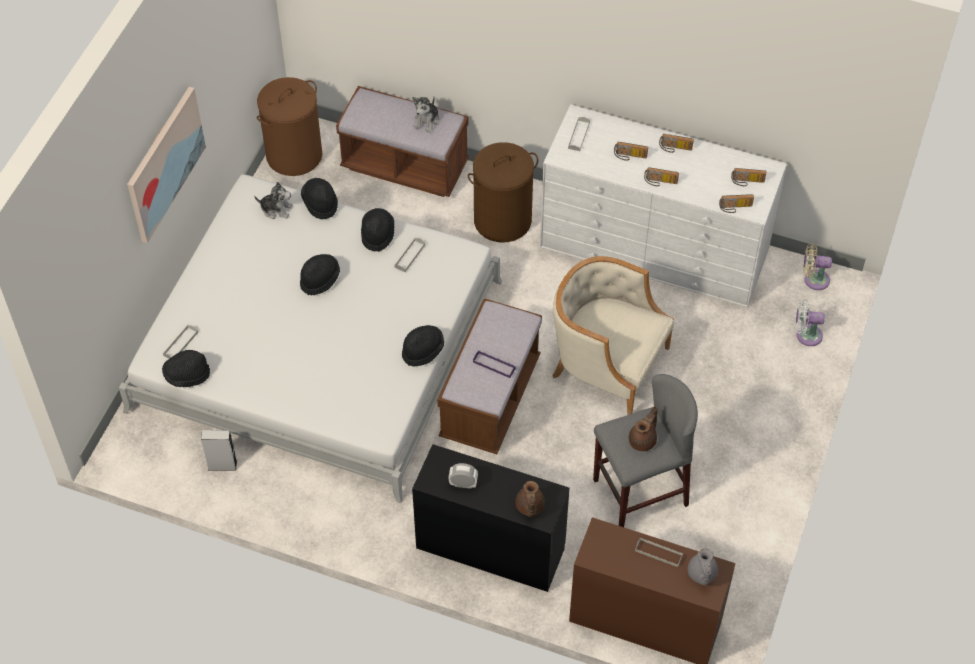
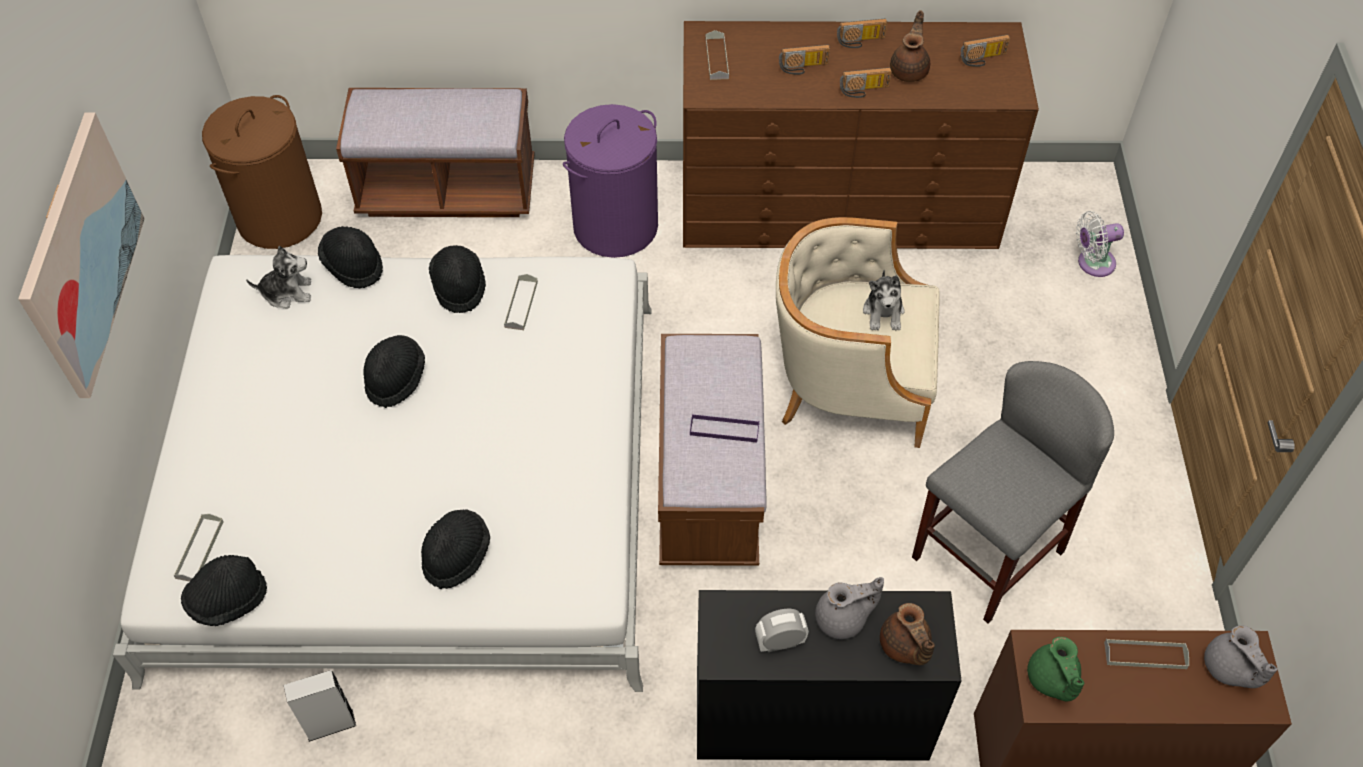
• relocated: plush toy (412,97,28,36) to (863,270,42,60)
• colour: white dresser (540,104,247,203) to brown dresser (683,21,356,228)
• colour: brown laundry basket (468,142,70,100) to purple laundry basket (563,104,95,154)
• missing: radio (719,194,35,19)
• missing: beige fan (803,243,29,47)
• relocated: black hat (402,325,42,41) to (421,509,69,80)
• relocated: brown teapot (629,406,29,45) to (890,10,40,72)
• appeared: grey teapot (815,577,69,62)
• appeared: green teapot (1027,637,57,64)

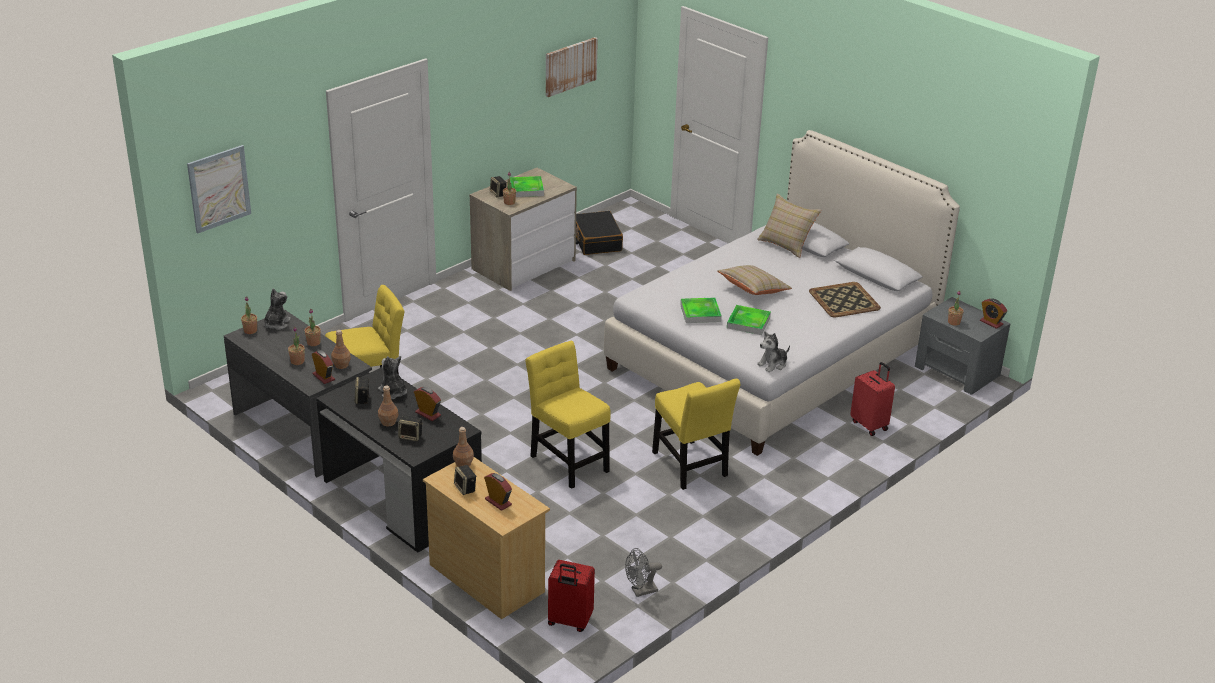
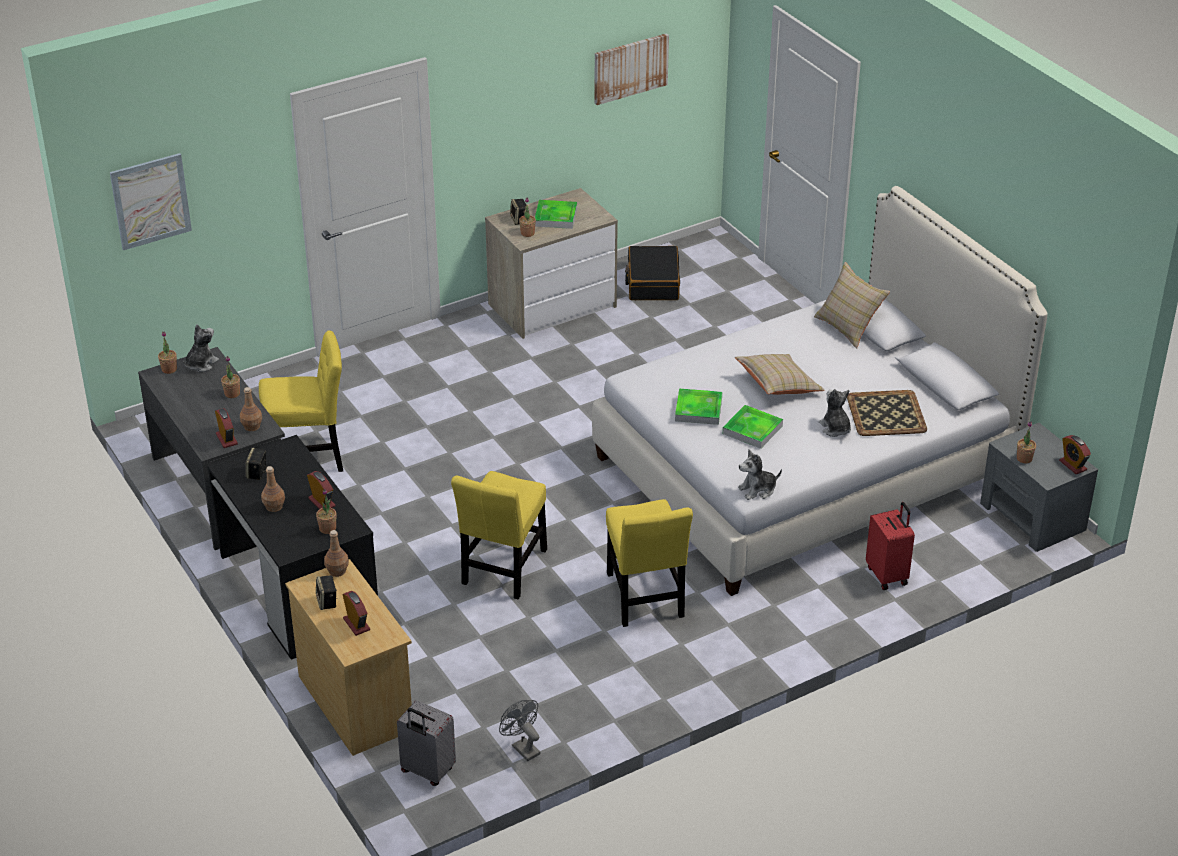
• relocated: potted plant (288,327,17,38) to (316,489,21,45)
• spun: yellow chair (525,341,86,148) = (451,471,96,128) 135 degrees counterclockwise
• relocated: plush toy (378,356,29,43) to (819,389,32,48)
• missing: speaker (398,415,25,26)
• spun: grey fan (625,548,37,49) = (499,700,42,61) 60 degrees clockwise
• colour: red suitcase (548,560,47,72) to grey suitcase (397,700,59,86)

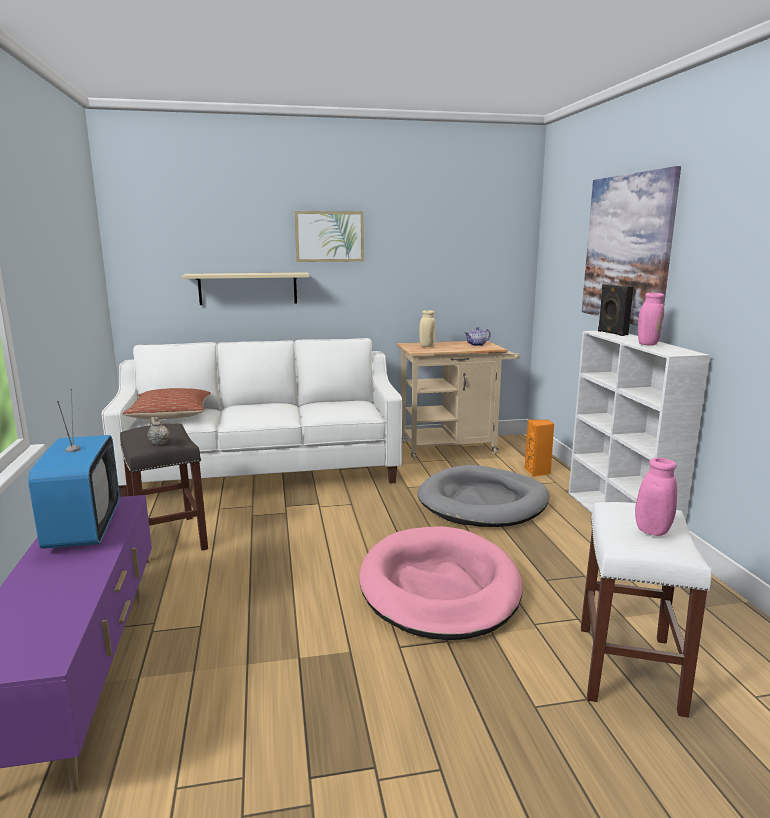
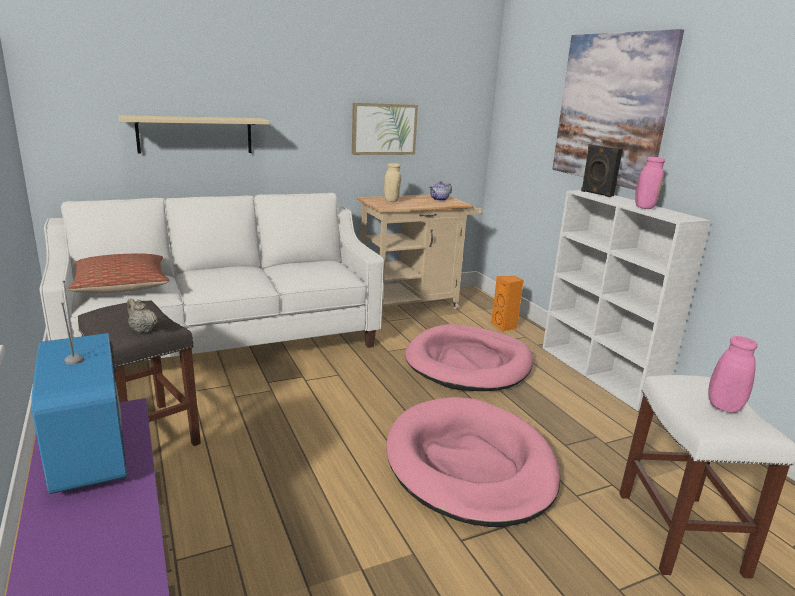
• relocated: picture (295,211,69,51) to (352,103,66,52)
• colour: grey dog bed (417,465,132,62) to pink dog bed (405,324,128,67)

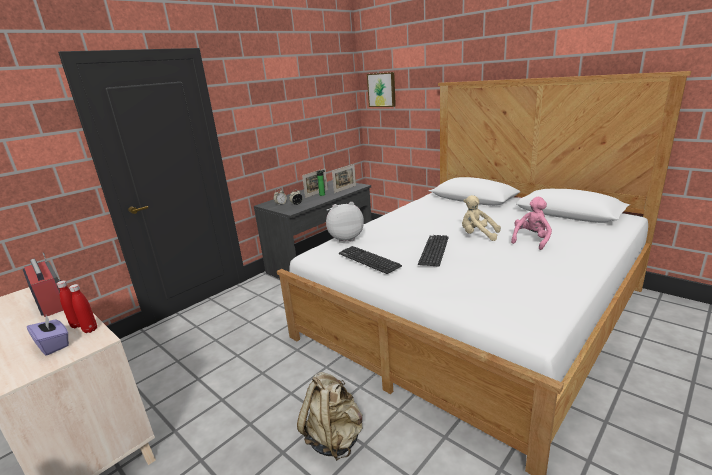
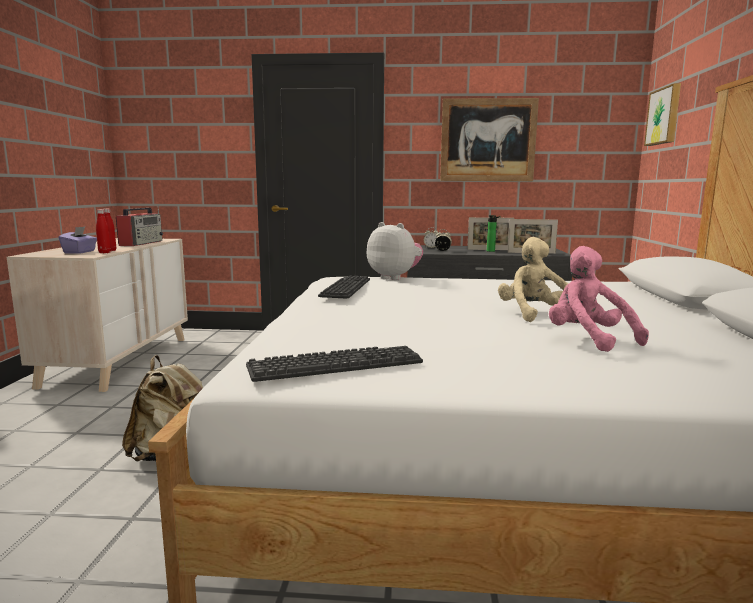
• spun: pink plush toy (511,196,41,54) = (549,246,100,106) 120 degrees counterclockwise
• relocated: keyboard (418,235,31,32) to (246,346,177,36)
• appeared: picture (440,98,99,83)

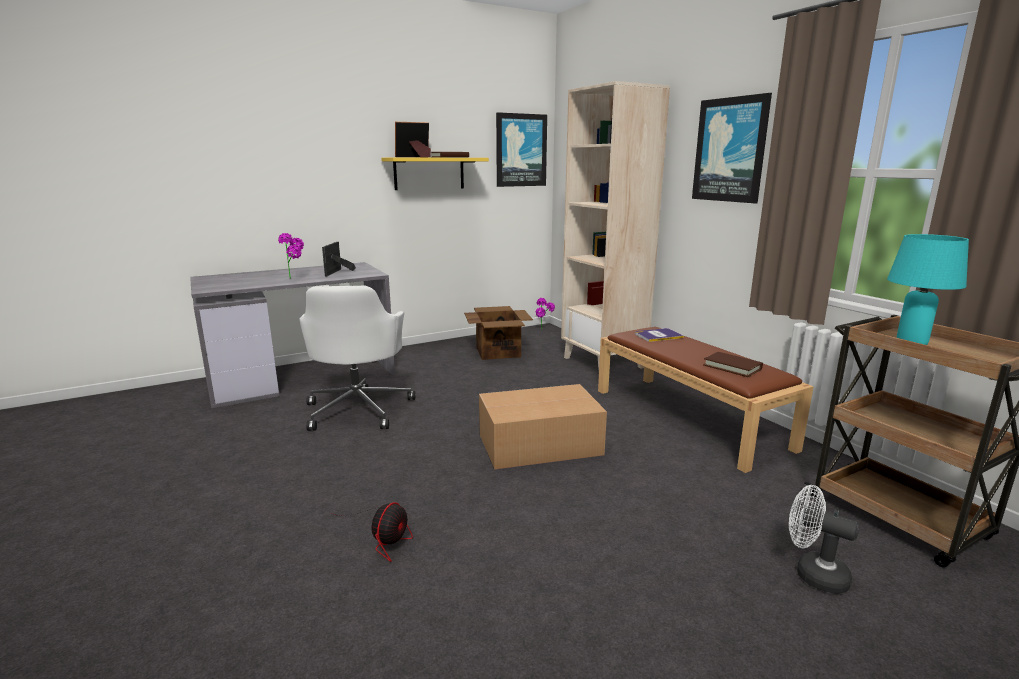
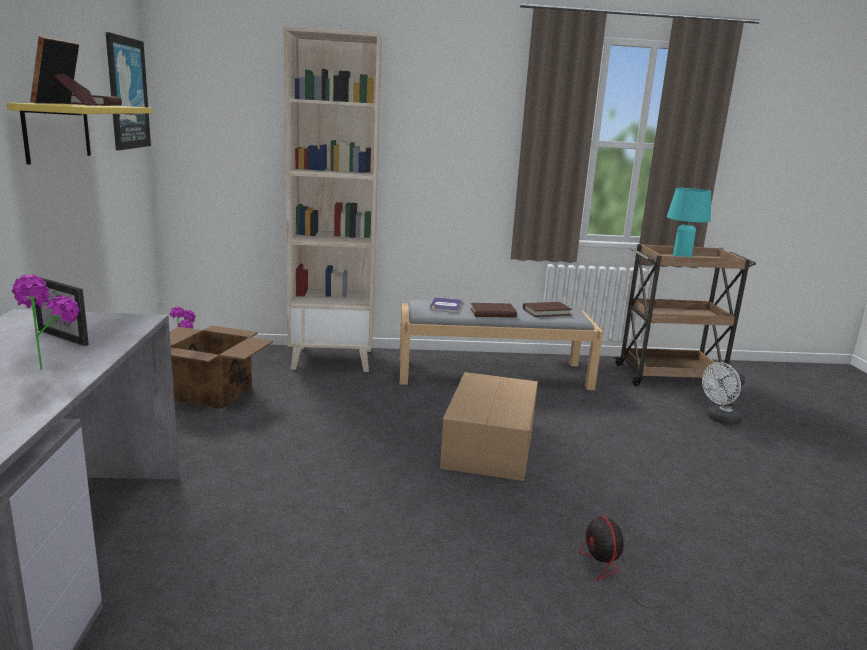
• missing: picture (692,93,80,111)
• missing: white office chair (300,286,115,145)
• colour: brown bench (598,327,216,146) to grey bench (399,300,204,90)
• spun: fan (330,502,83,60) = (579,516,127,92) 150 degrees counterclockwise
• appeared: brown book (470,303,47,15)

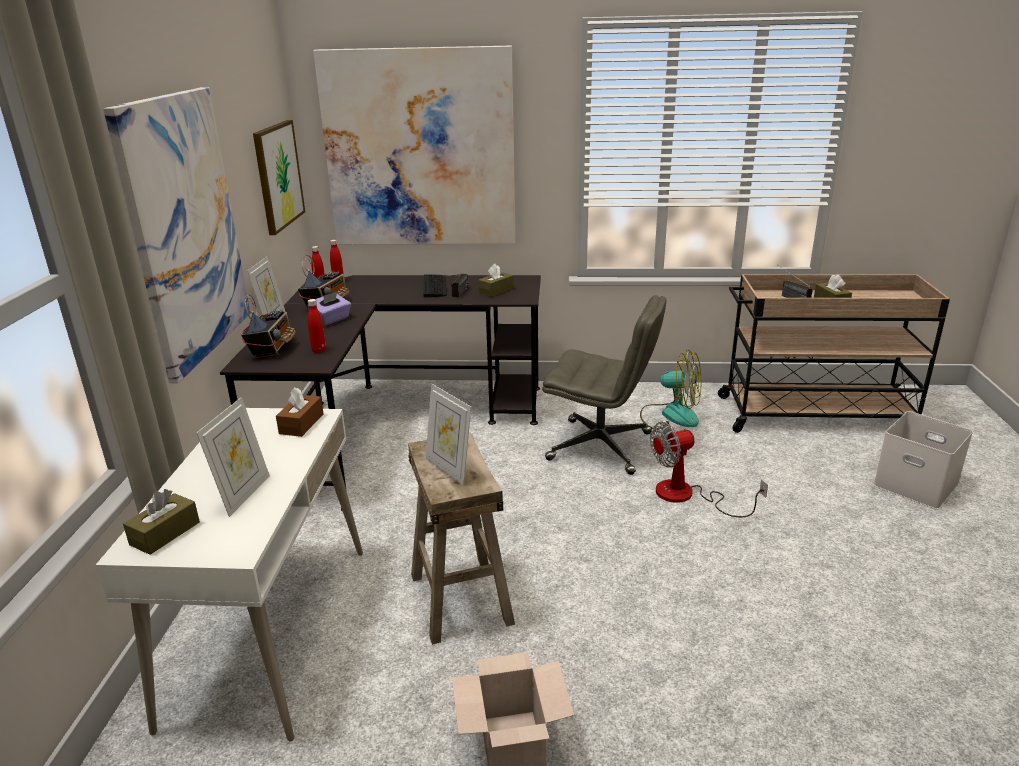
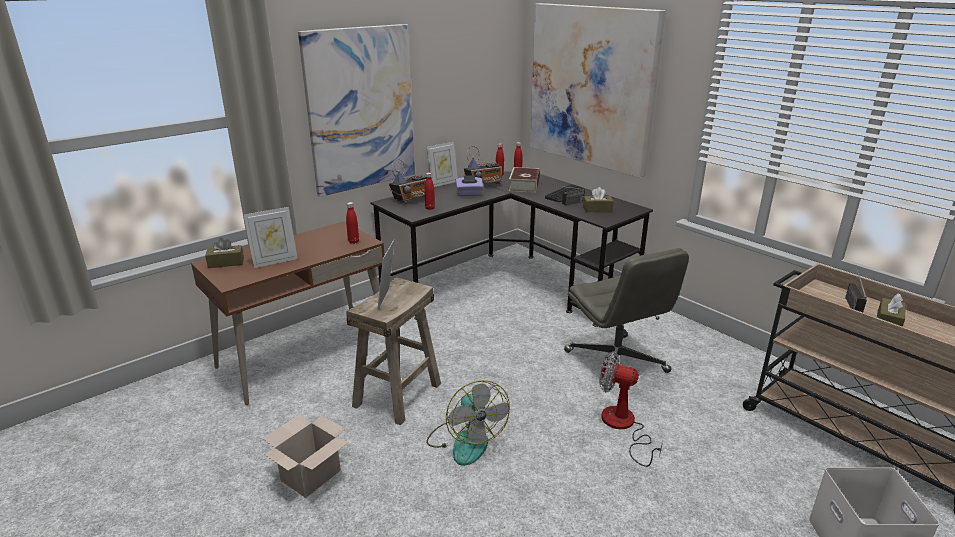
• missing: picture (253,120,52,115)
• relocated: fan (640,349,61,80) to (426,380,84,86)
• exchanged: brown tissue box (276,387,48,50) to red bottle (346,202,13,42)
• colour: white desk (96,408,267,334) to brown desk (191,221,193,184)
• appeared: book (509,167,31,26)

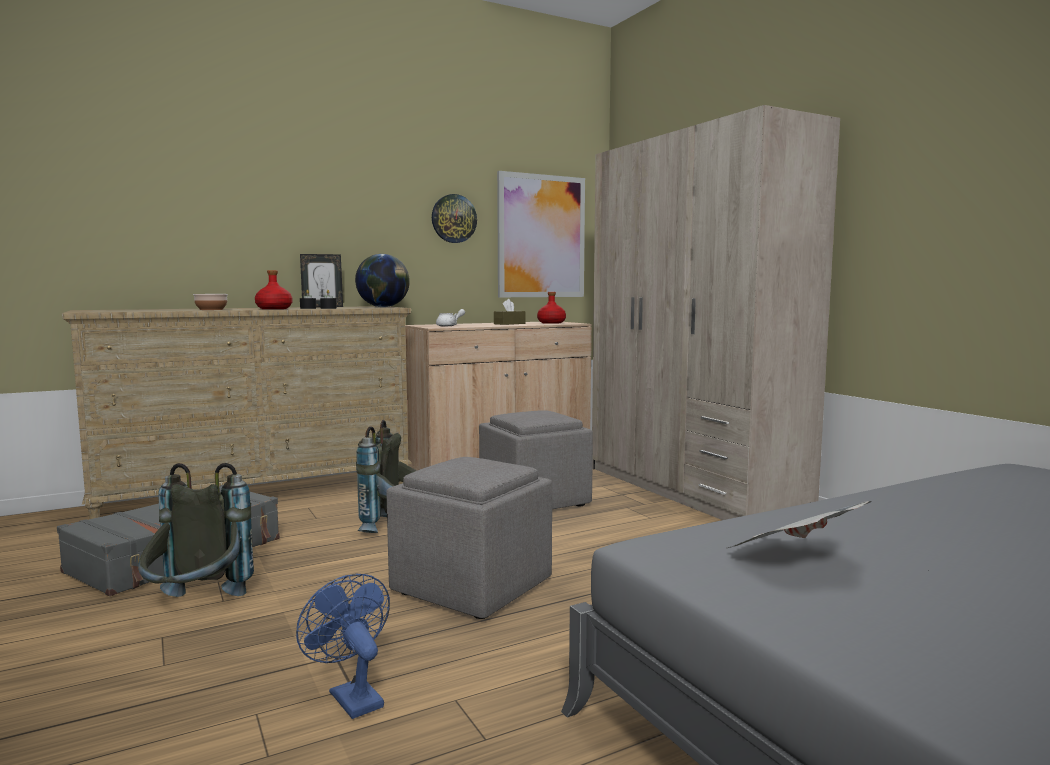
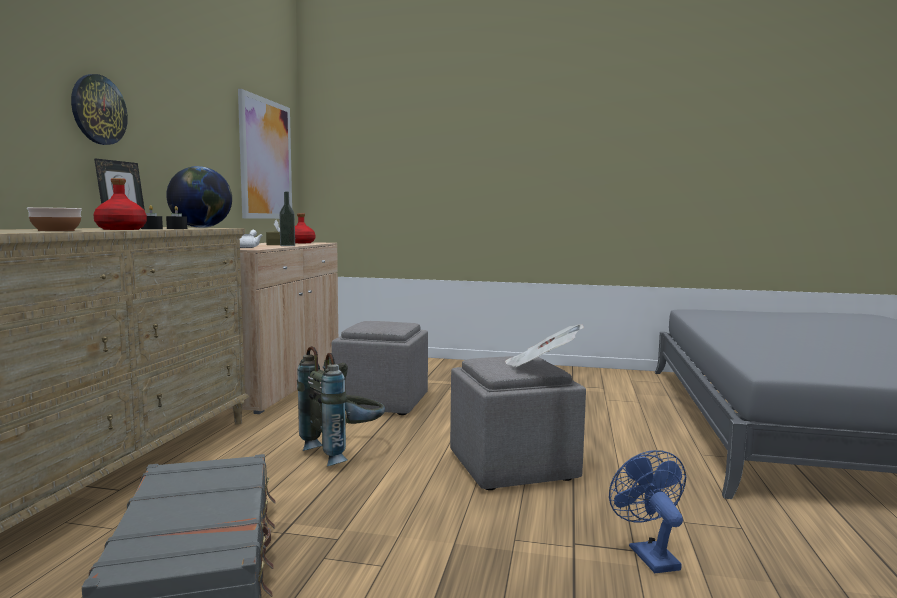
• missing: beige wardrobe (592,105,248,415)
• relocated: wall clock (432,194,45,49) to (71,74,57,71)
• missing: grey backpack (138,463,116,134)
• relocated: newspaper (728,501,144,47) to (505,324,79,43)
• spun: blue fan (296,574,94,145) = (609,450,77,123) 75 degrees clockwise
• appeared: bottle (279,192,16,54)

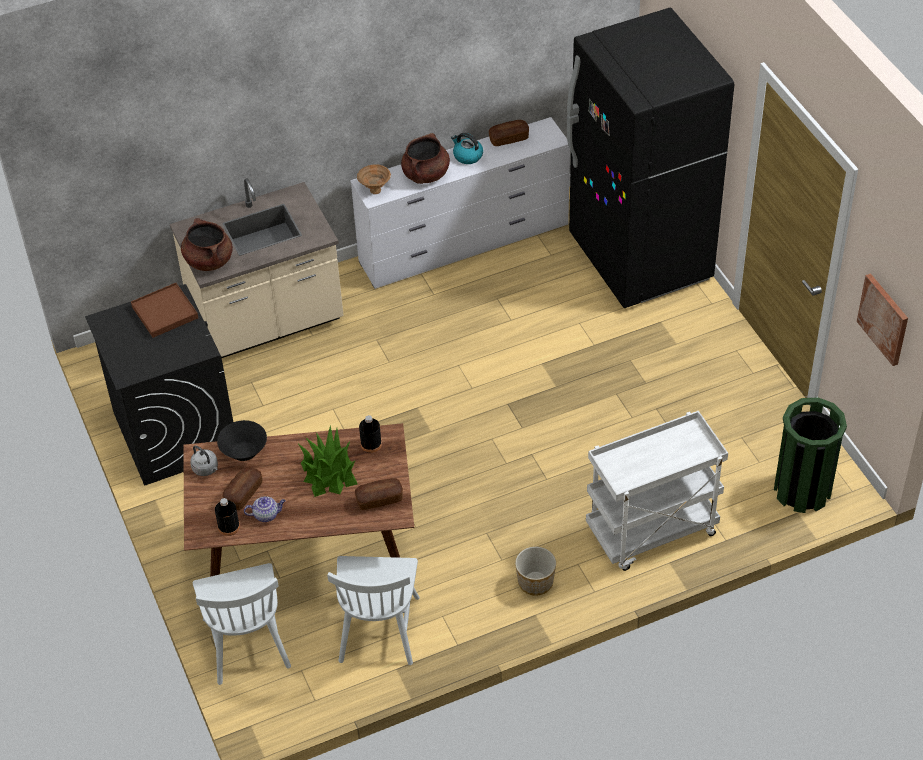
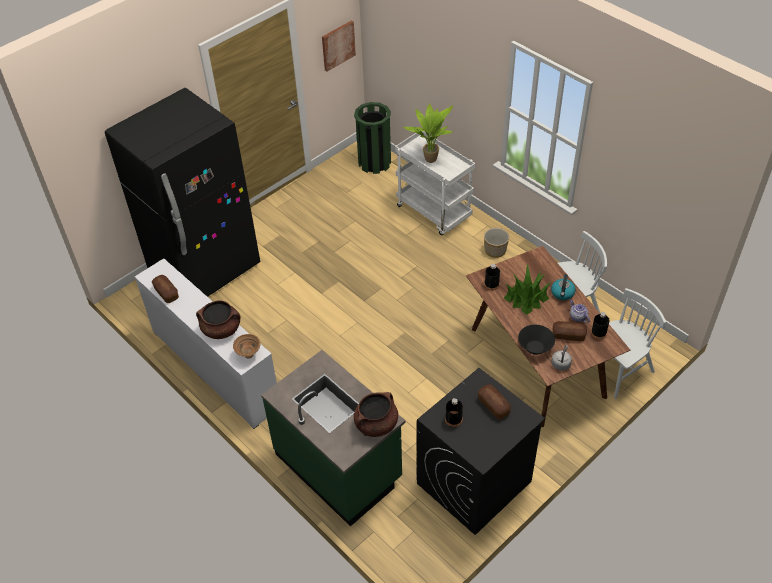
• relocated: kettle (451,133,32,31) to (551,274,25,26)
• colour: beige counter (170,178,174,180) to green counter (261,350,144,177)
• exchanged: brown tray (131,283,67,55) to black bottle (445,398,18,29)
• relocated: bread (355,478,48,32) to (478,384,33,36)
• appeared: potted plant (404,103,49,60)

